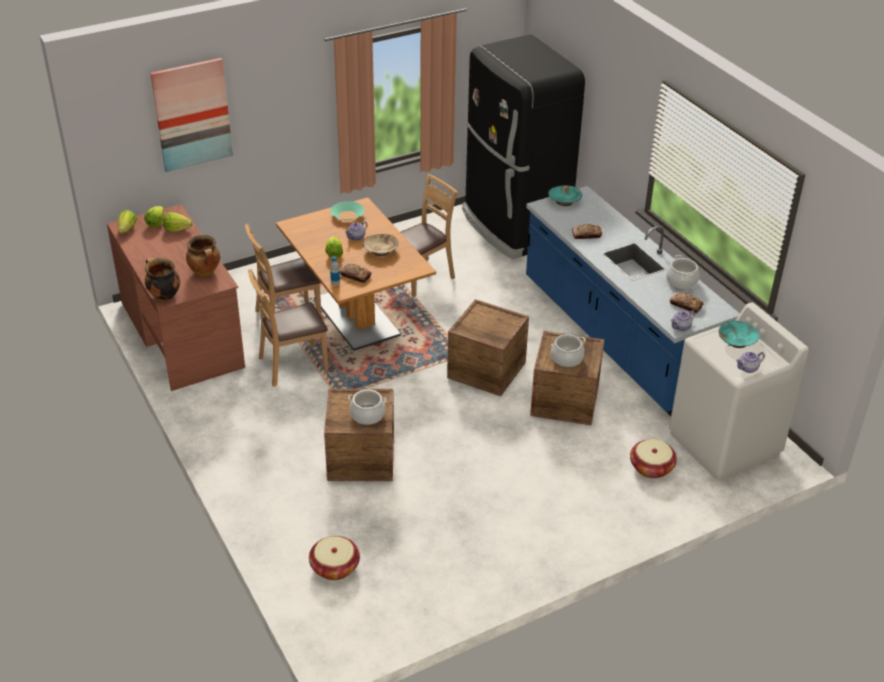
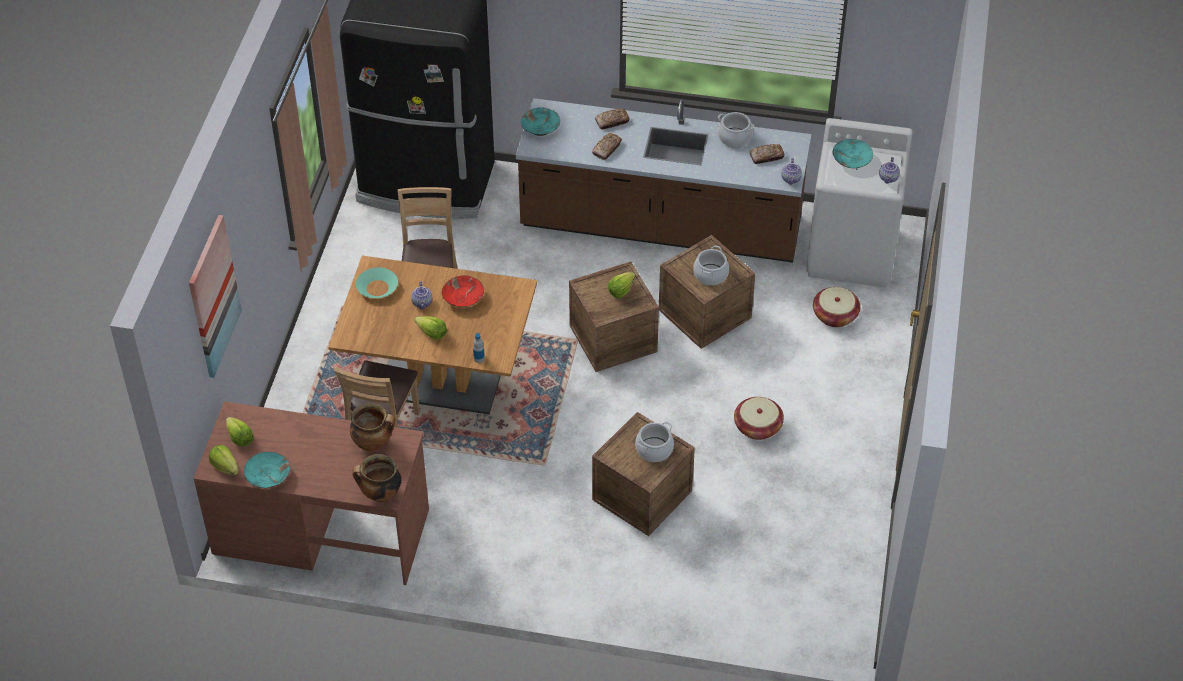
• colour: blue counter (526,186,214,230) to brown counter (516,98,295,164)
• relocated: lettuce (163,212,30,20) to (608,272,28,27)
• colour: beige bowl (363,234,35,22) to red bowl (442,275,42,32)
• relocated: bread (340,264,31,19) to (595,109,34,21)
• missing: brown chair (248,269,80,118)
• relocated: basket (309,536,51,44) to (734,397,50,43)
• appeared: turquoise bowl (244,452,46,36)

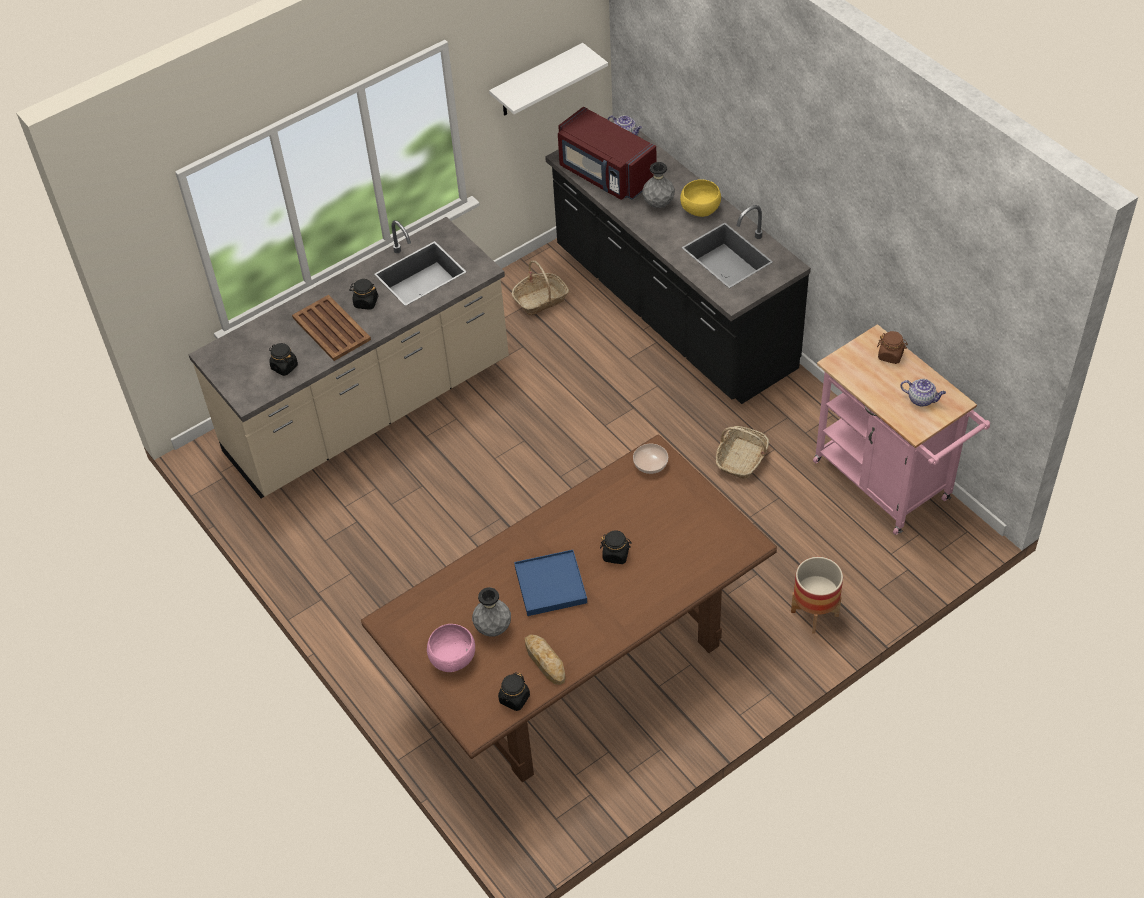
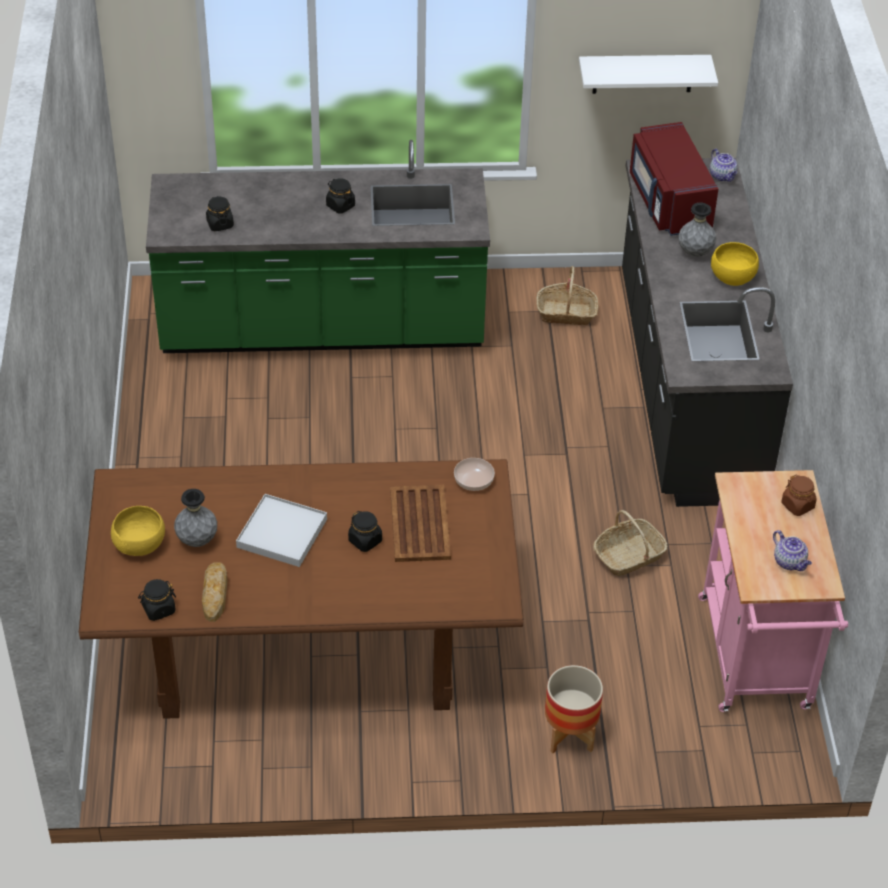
• colour: beige counter (188,217,321,281) to green counter (146,140,344,213)
• relocated: brown tray (292,295,79,66) to (390,485,61,77)
• colour: blue tray (514,550,73,66) to white tray (236,494,91,73)
• colour: pink bowl (427,624,48,48) to yellow bowl (111,506,54,50)

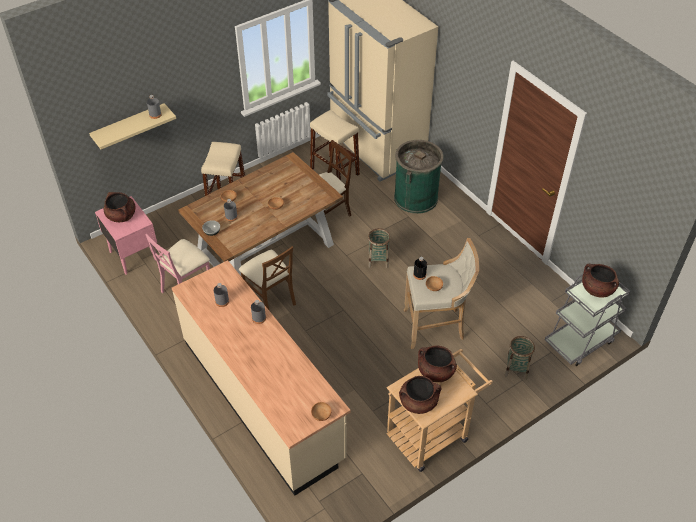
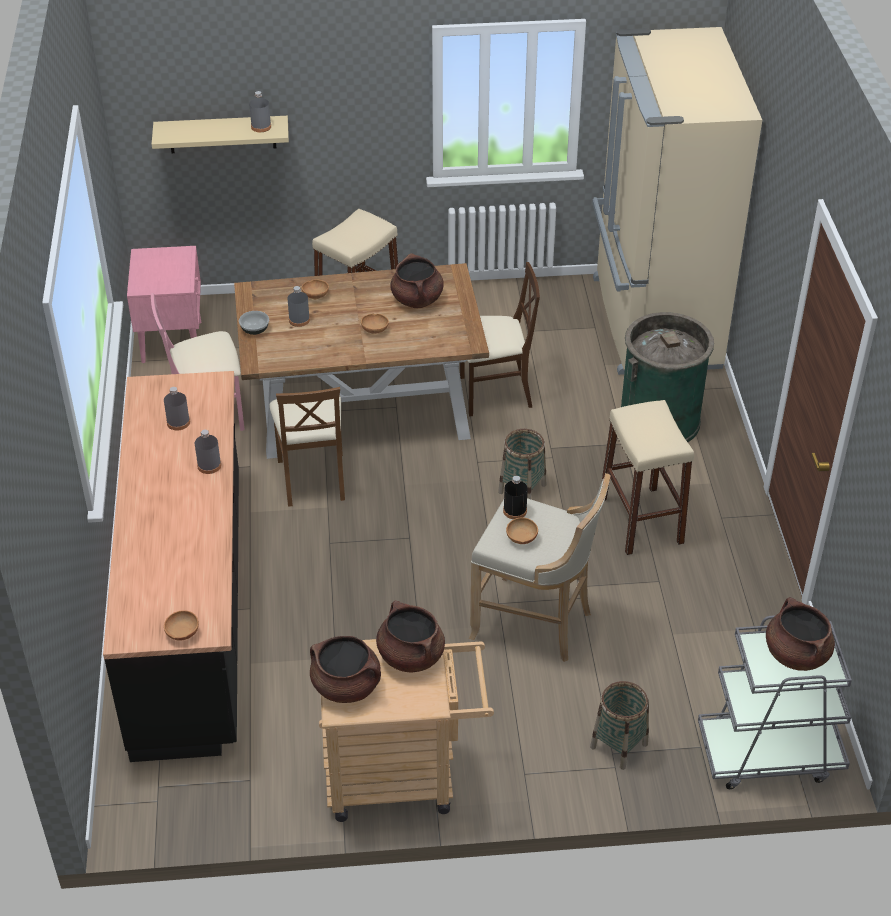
• relocated: beige stool (310,110,50,70) to (602,400,92,155)
• relocated: brown cooking pot (103,192,33,30) to (390,253,54,55)
• colour: beige counter (172,260,179,236) to black counter (103,371,136,391)

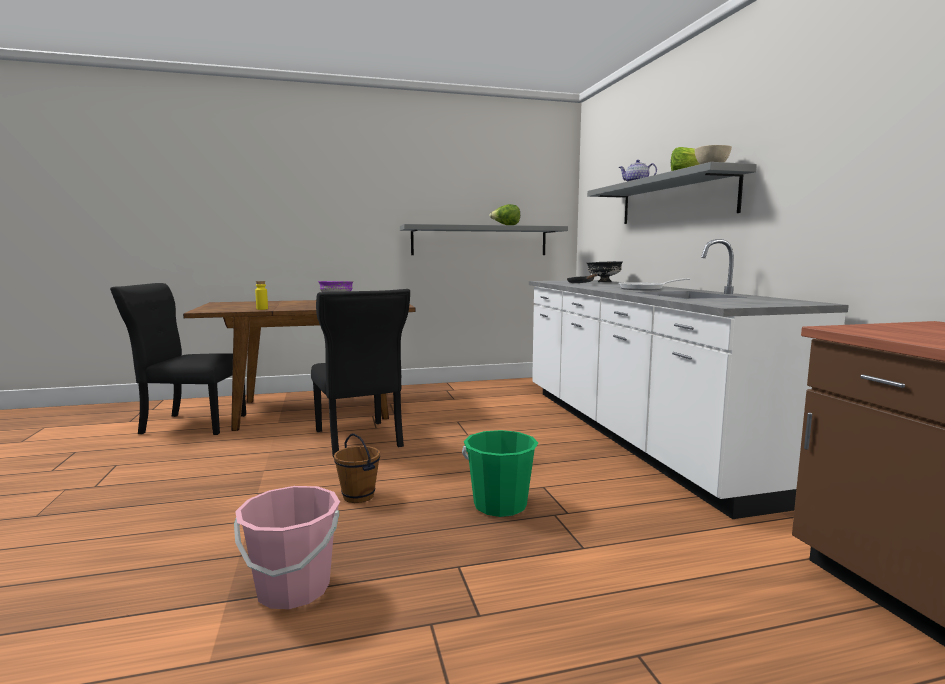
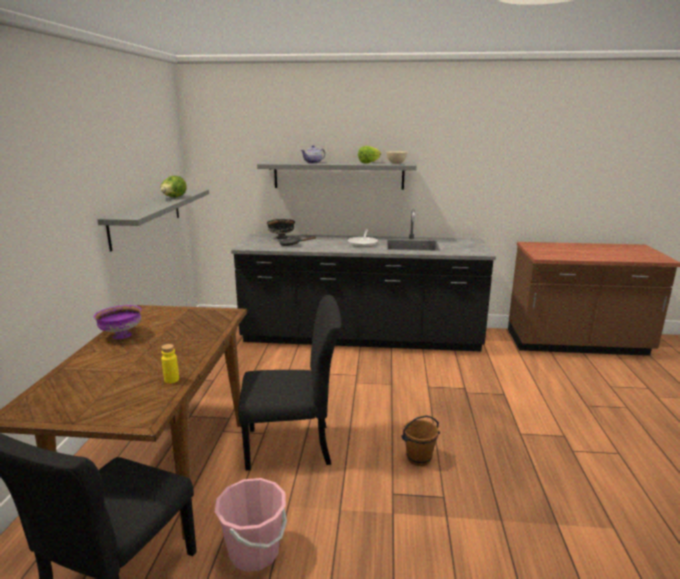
• colour: white counter (529,239,320,280) to black counter (231,209,265,142)
• missing: green bucket (462,430,76,87)
• relocated: pink bucket (234,486,106,123) to (215,478,72,94)

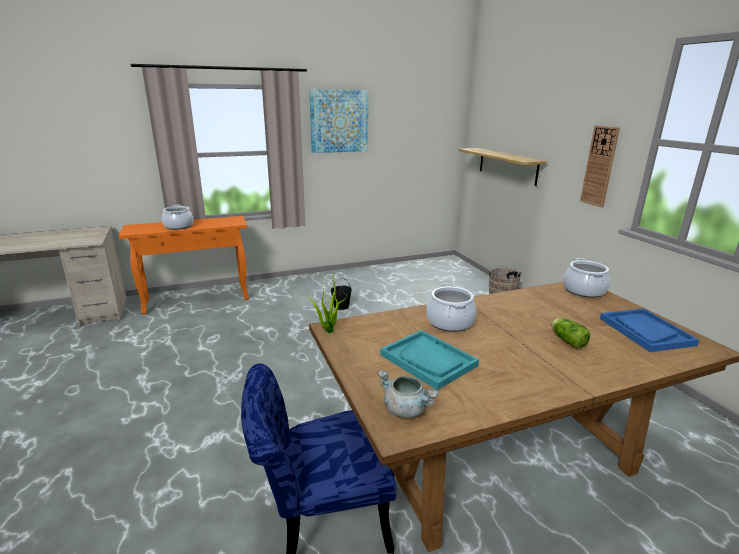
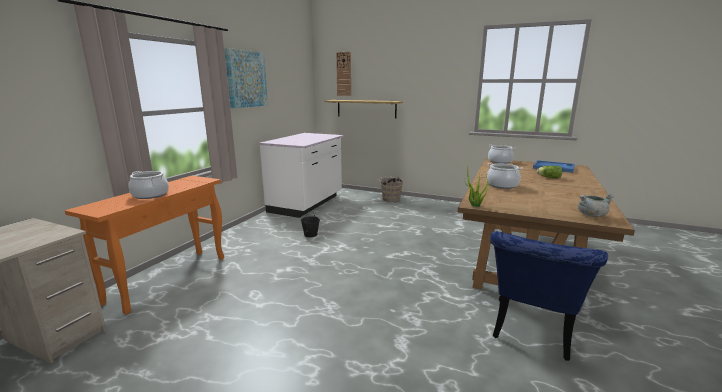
• relocated: wall clock (580,126,40,81) to (336,52,15,44)
• missing: turquoise tray (380,330,99,60)
• appeared: white counter (259,133,85,85)

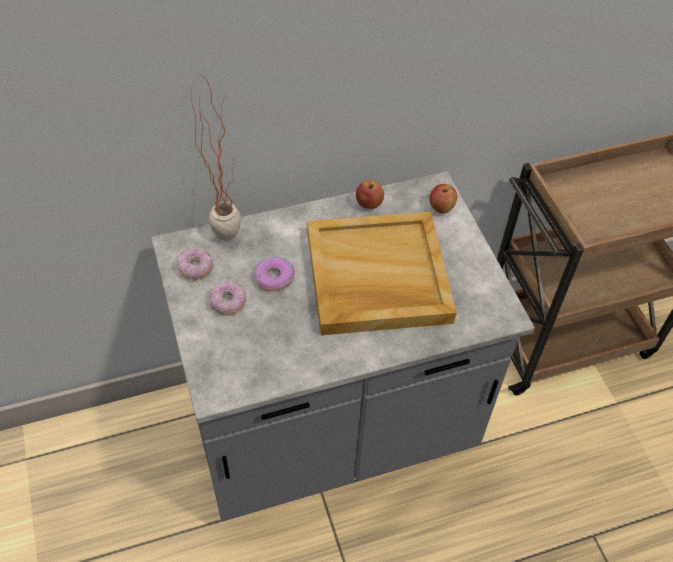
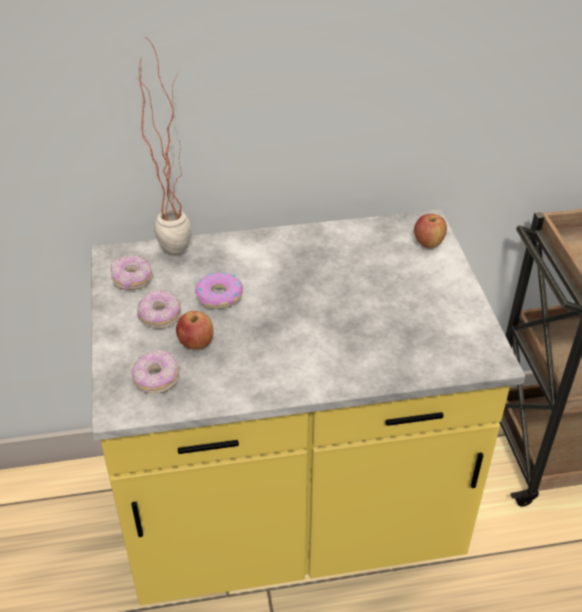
• colour: grey counter (151,172,384,350) to yellow counter (91,210,434,395)
• relocated: apple (356,180,28,29) to (176,311,38,39)
• missing: beige tray (307,212,150,123)
• appeared: donut (131,350,48,44)

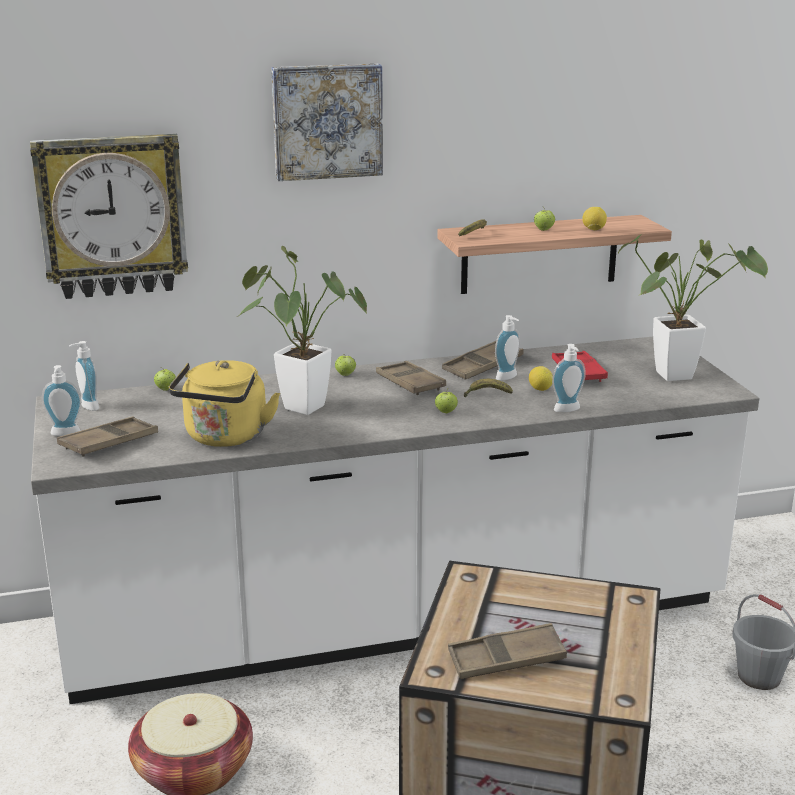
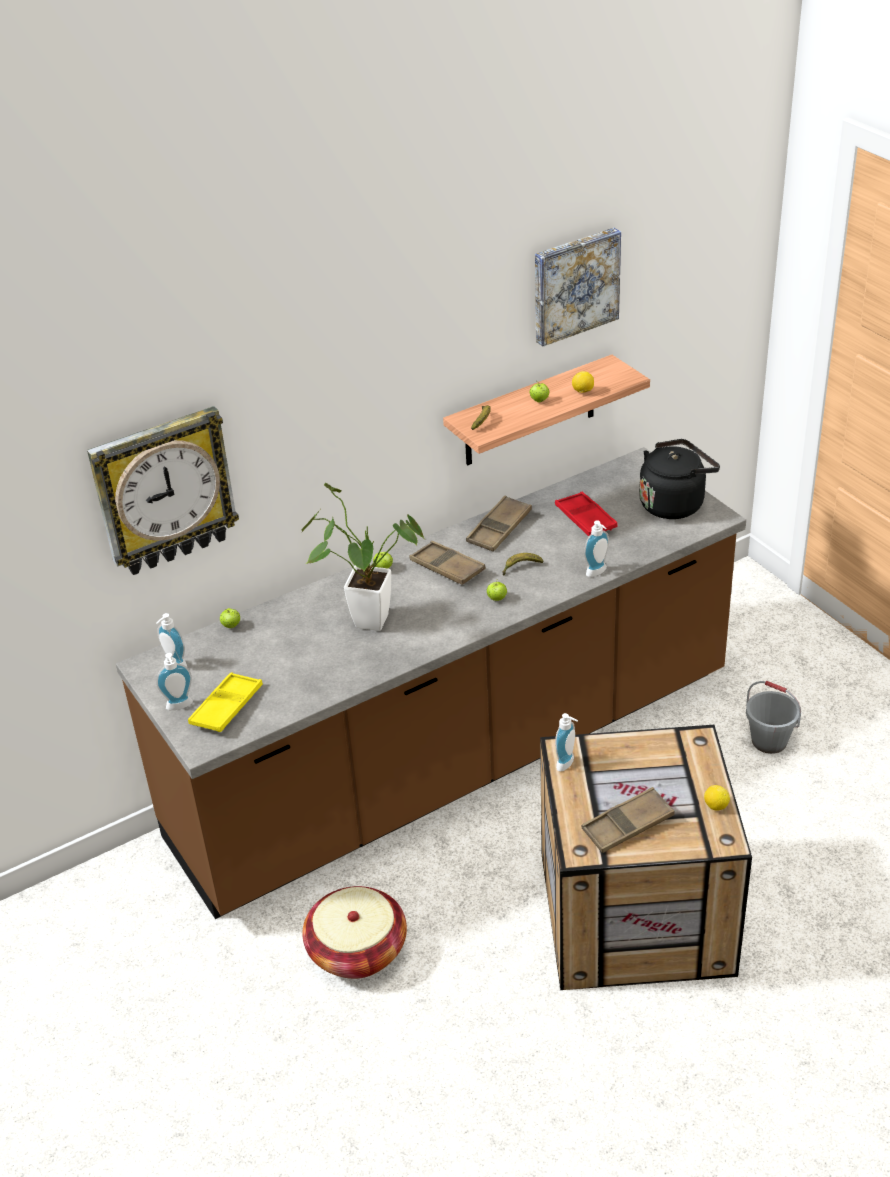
• relocated: picture (271,63,112,118) to (535,228,86,118)
• exchanged: potted plant (617,234,151,147) to black kettle (639,439,81,80)
• relocated: soap dispenser (495,315,25,66) to (555,713,23,59)
• colour: white counter (31,337,728,367) to brown counter (116,447,630,472)
• missing: yellow kettle (169,360,111,87)
• relocated: lemon (529,366,24,25) to (704,785,26,25)
• colour: brown tray (57,417,101,40) to yellow tray (188,672,75,60)

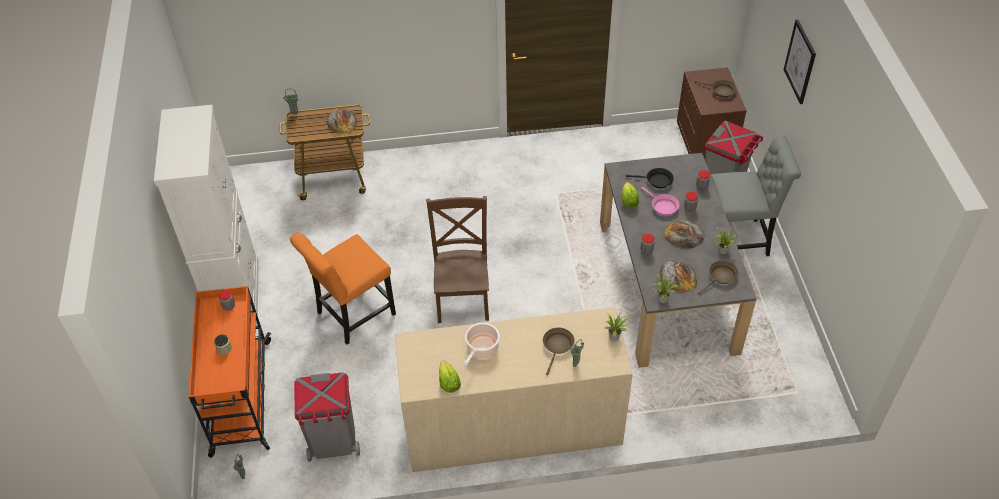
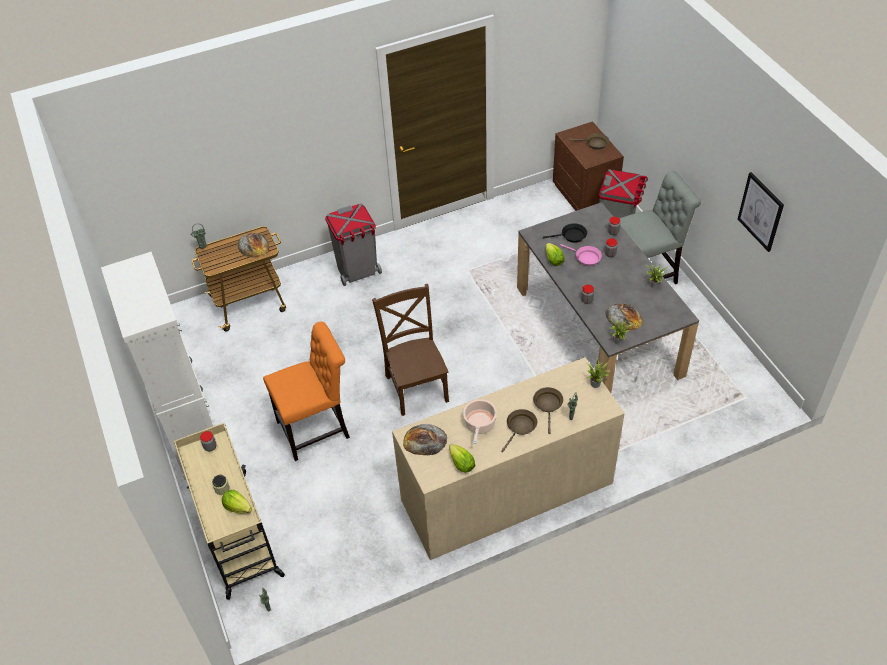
• relocated: picture (784,20,32,84) to (738,172,46,80)
• relocated: bread (664,221,41,27) to (403,424,44,31)
• spun: orange chair (290,232,106,113) = (263,321,87,140) 150 degrees counterclockwise
• relocated: brown frying pan (698,261,41,33) to (501,409,36,43)
• colour: orange cart (189,286,82,172) to beige cart (174,423,111,177)
• relocated: grey trash can (294,373,66,89) to (325,203,57,83)
• appeared: lettuce (222,490,30,23)

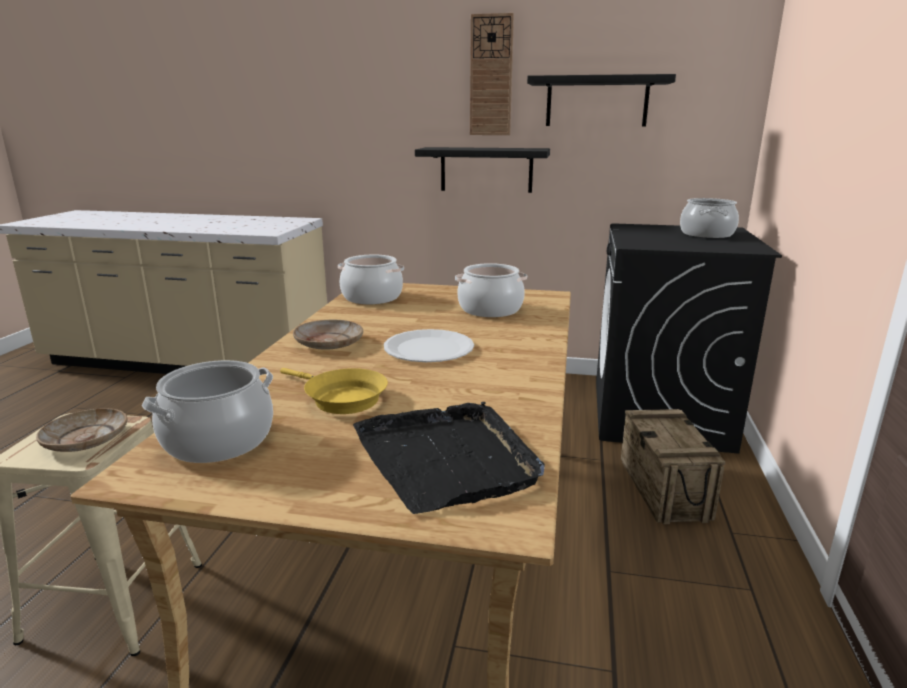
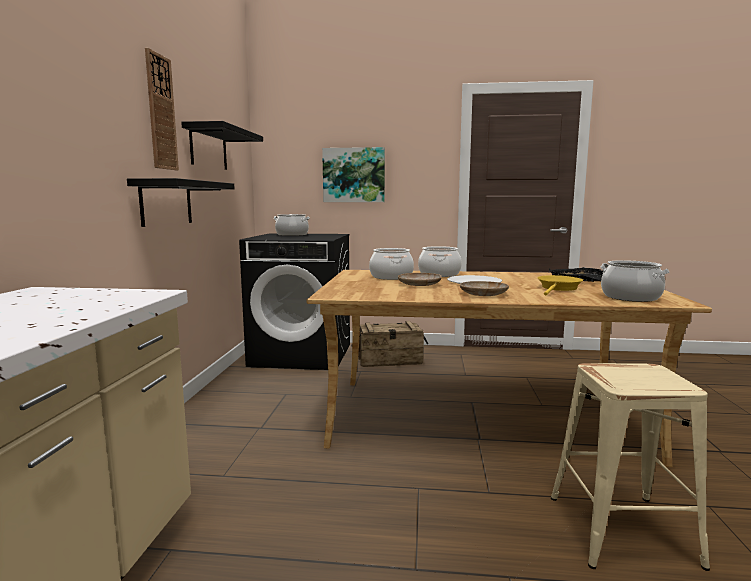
• relocated: cooking pot (338,254,66,50) to (418,246,44,31)
• relocated: beige plate (36,408,92,44) to (398,273,44,13)
• appeared: picture (322,147,63,55)

